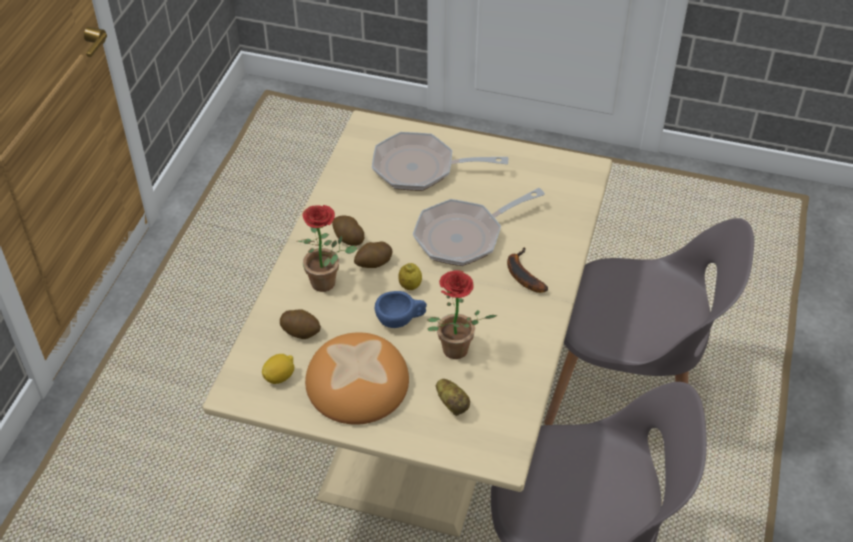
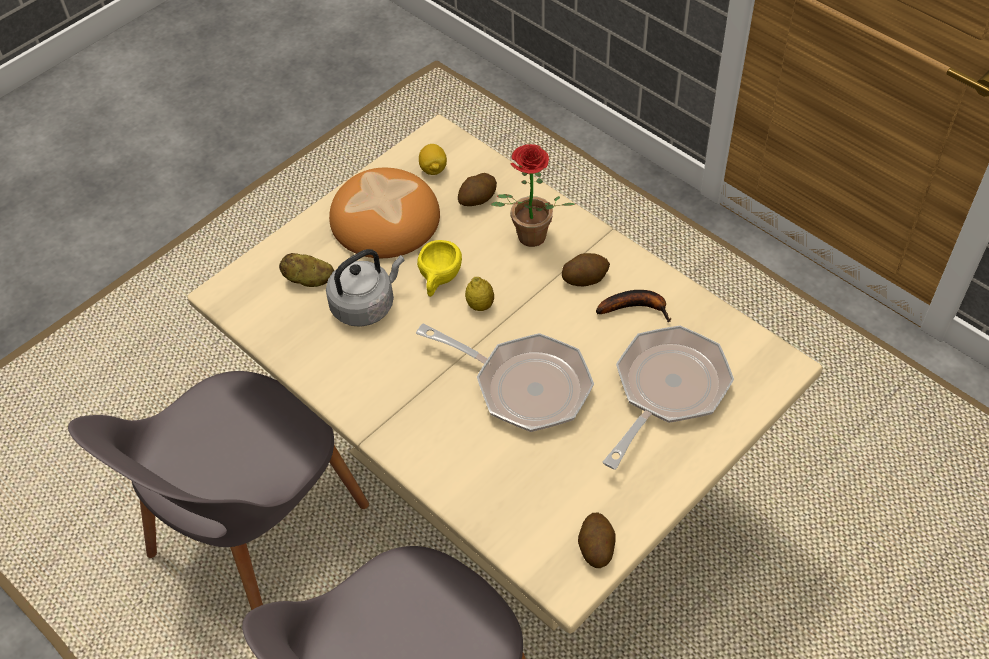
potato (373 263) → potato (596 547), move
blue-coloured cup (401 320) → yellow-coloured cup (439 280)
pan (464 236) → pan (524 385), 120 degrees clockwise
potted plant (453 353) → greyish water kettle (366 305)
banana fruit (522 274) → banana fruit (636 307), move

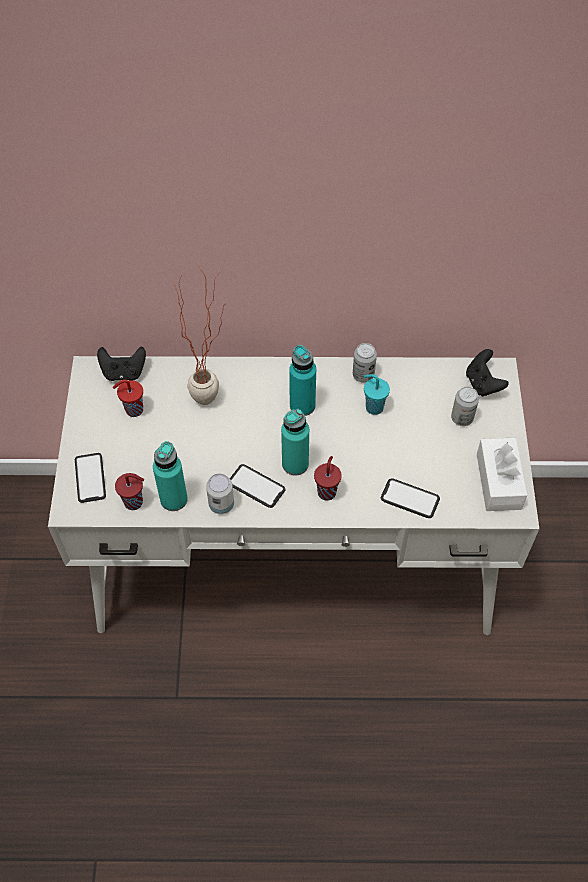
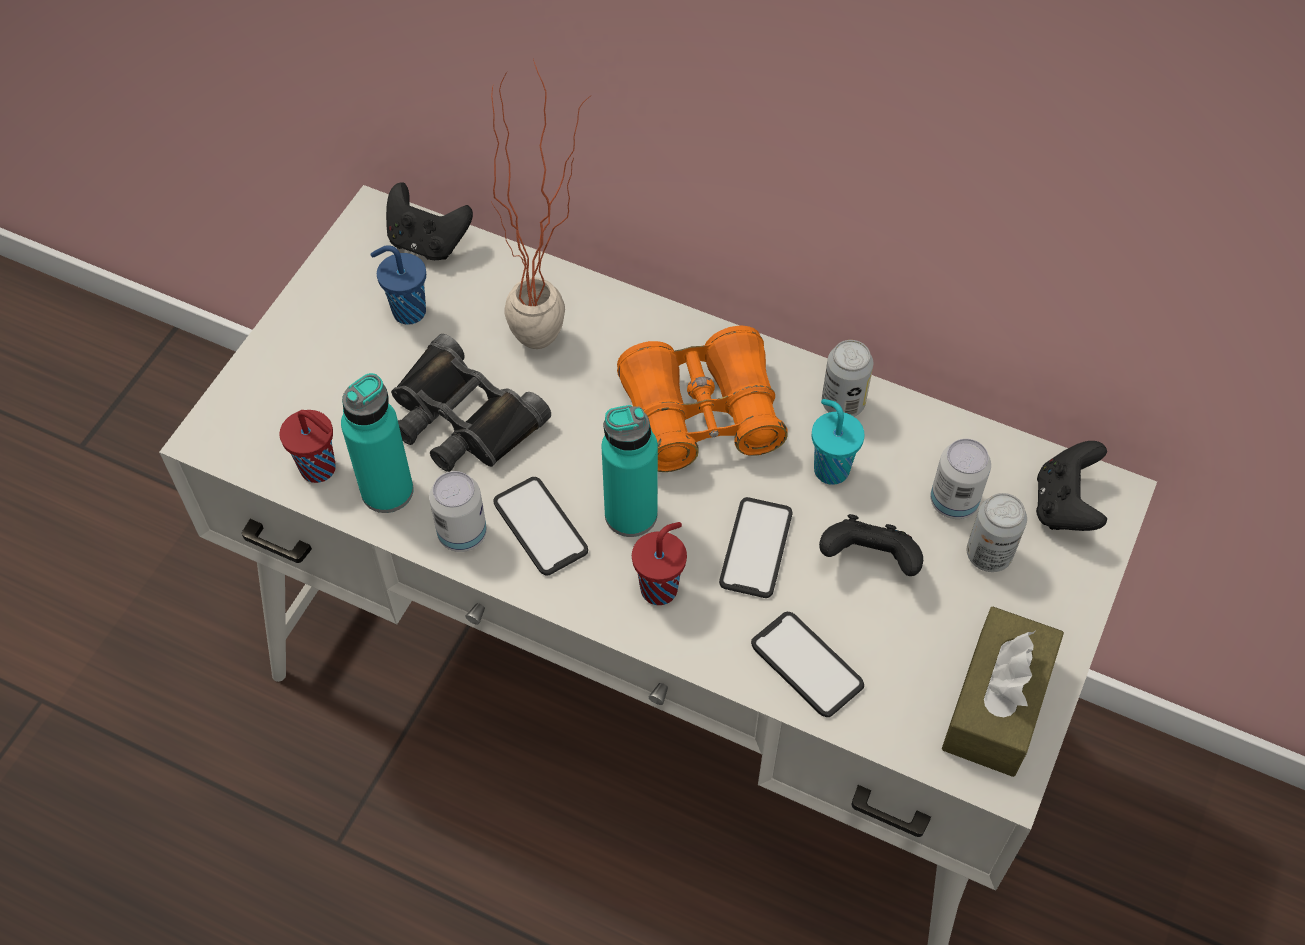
handset (90 478) → handset (756 548), move
red-coloured cup (133 410) → blue-coloured cup (407 311)
blue-green beverage bottle (302 405) → orange-coloured field glasses (701 415)
white-coloured tissue holder (498 481) → brown-coloured tissue holder (997 703)
- → blackish field glasses (461 418)
- → blackish joypad (869 560)
- → metal can (953 501)

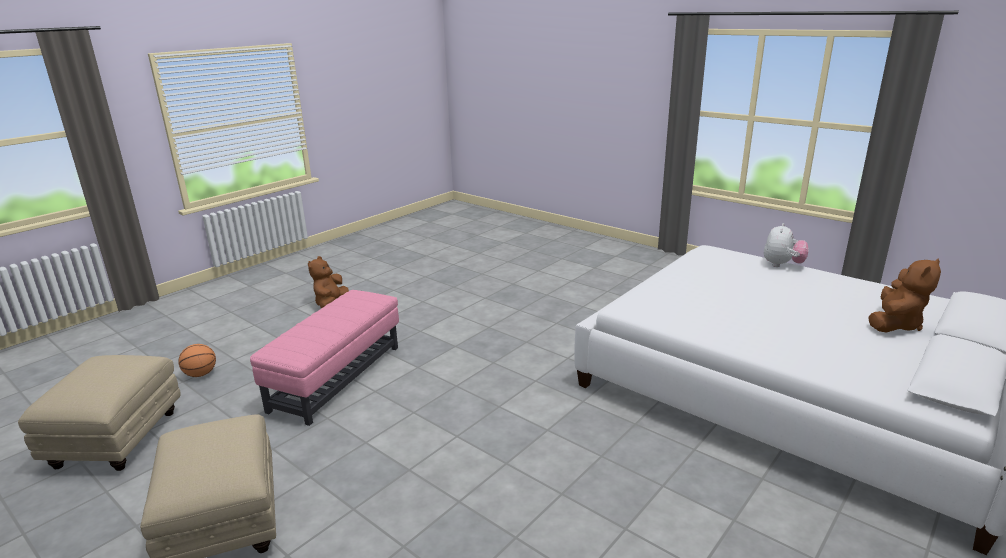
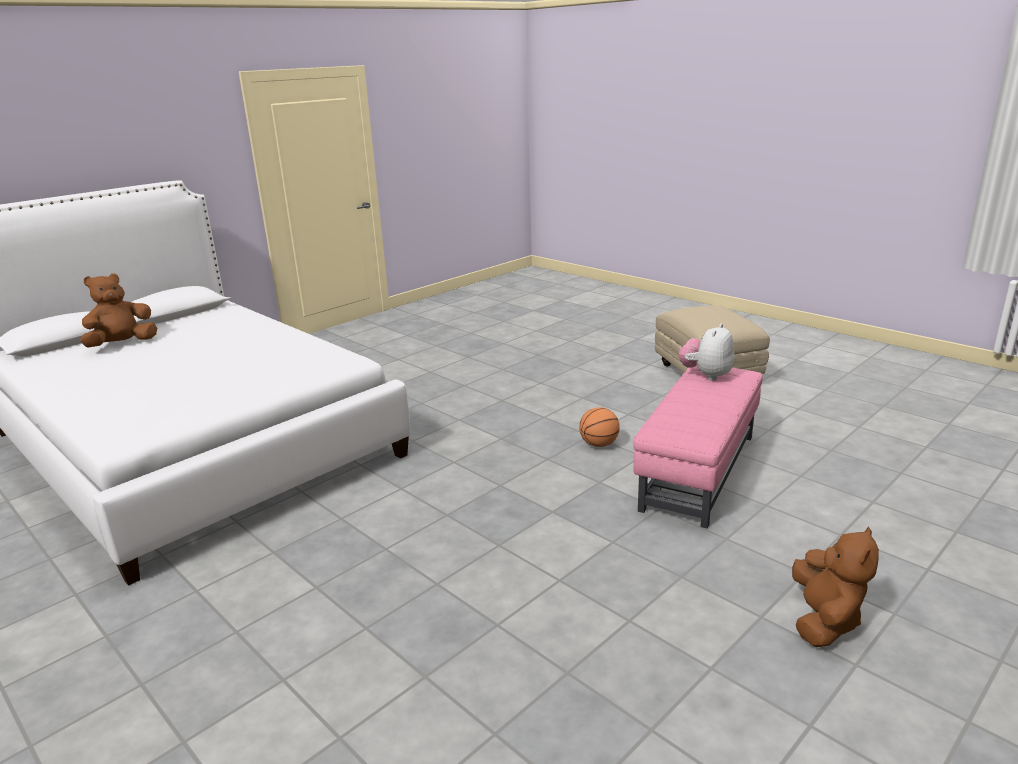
beige footrest (118 439) → -
basketball ball (200 374) → basketball ball (599 444), move
soft toy (782 265) → soft toy (706 375), move

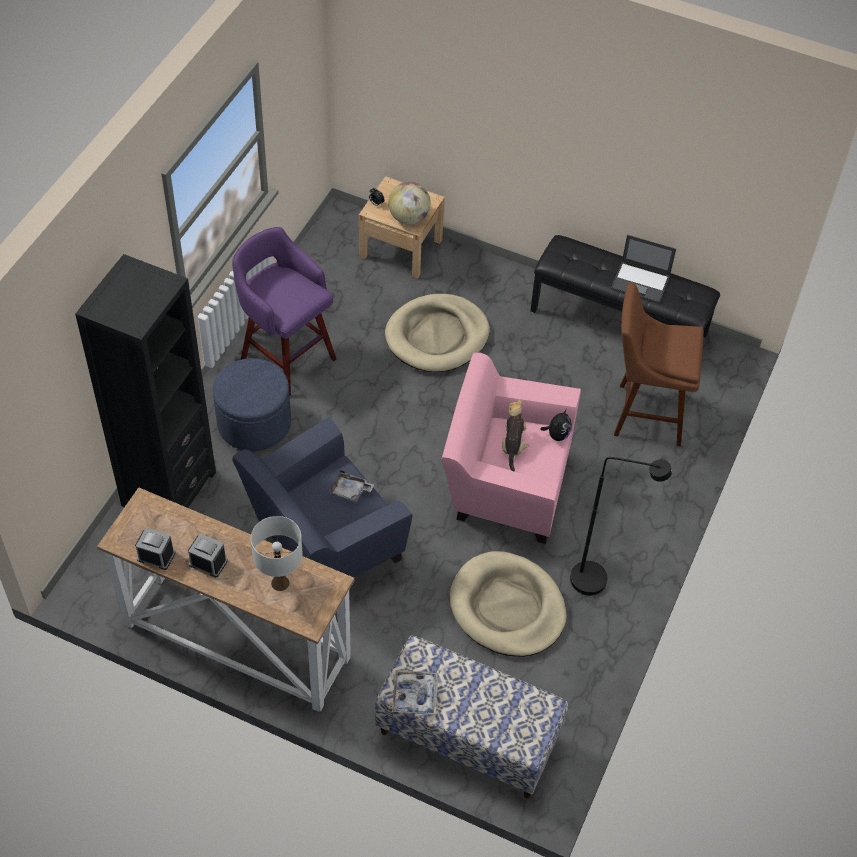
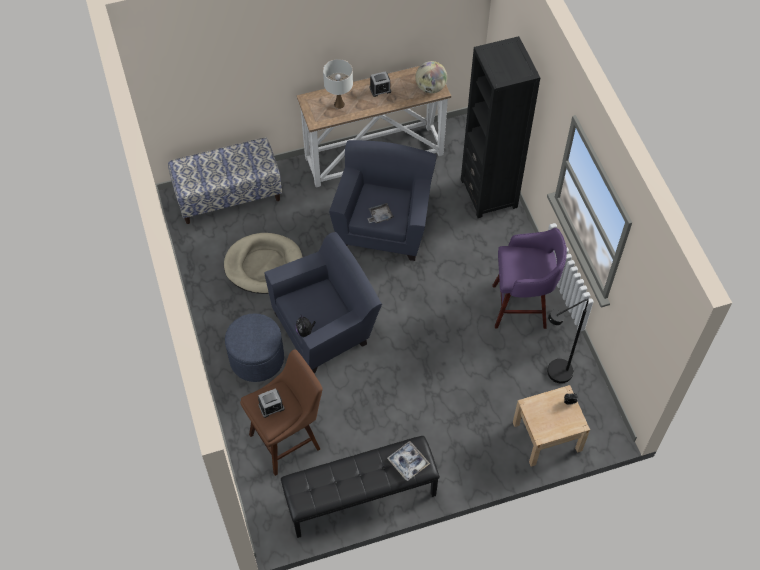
alarm clock (156 556) → alarm clock (271 407), move
blue-coloured footrest (254 423) → blue-coloured footrest (257 358), move
beige dog bed (437 336) → -
globe (409 218) → globe (430 88), move
carrying tray (415 695) → carrying tray (408 462), move
pink lounge chair (504 486) → blue-coloured lounge chair (326 327)
soft toy (513 445) → -
blackish standing lamp (599 580) → blackish standing lamp (554 376), move
laptop (641 282) → -

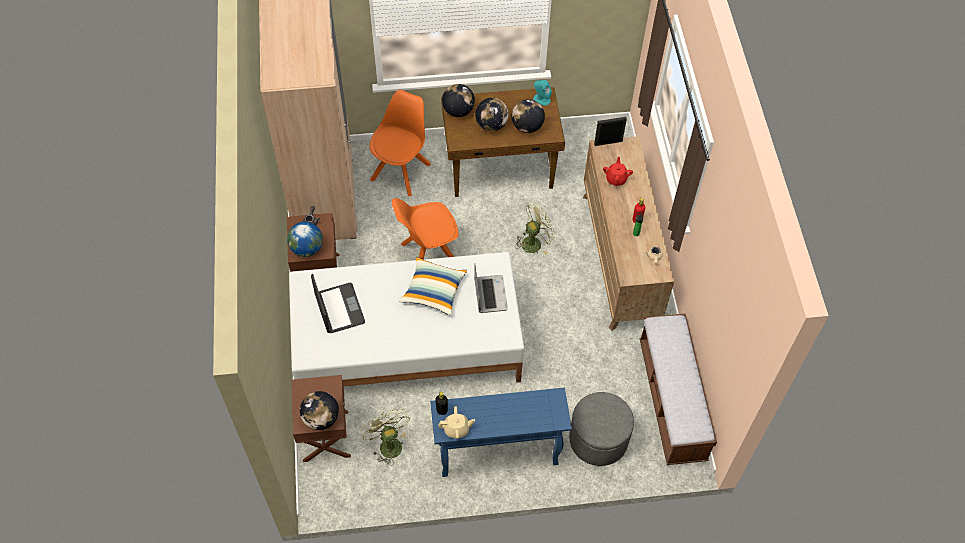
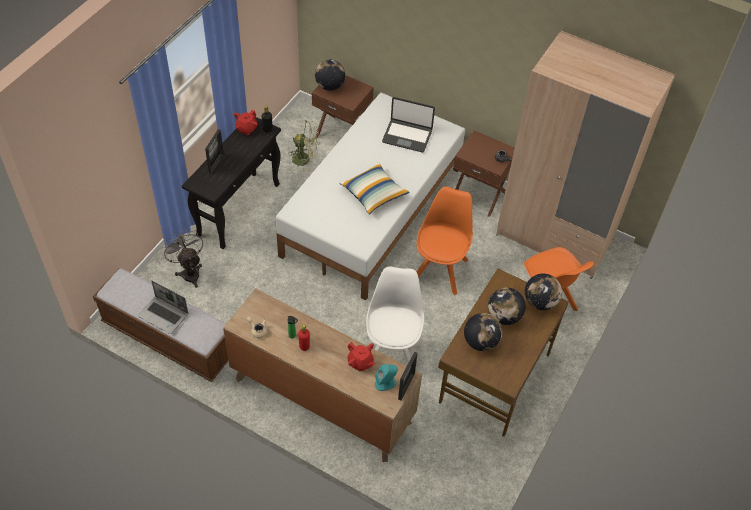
globe (307 249) → -
blue-coloured console table (497 454) → blackish console table (239 209)
beige tea pot (456 429) → red-coloured tea pot (246 129)
laptop (489 294) → laptop (164 315), move
green-coloured electric fan (534 242) → white-coloured upright chair (392 349)
blue-green audio speaker (541 99) → blue-green audio speaker (385 383), move
greyish footrest (598 439) → greyish electric fan (189 272)
- → standing frame (216 163)

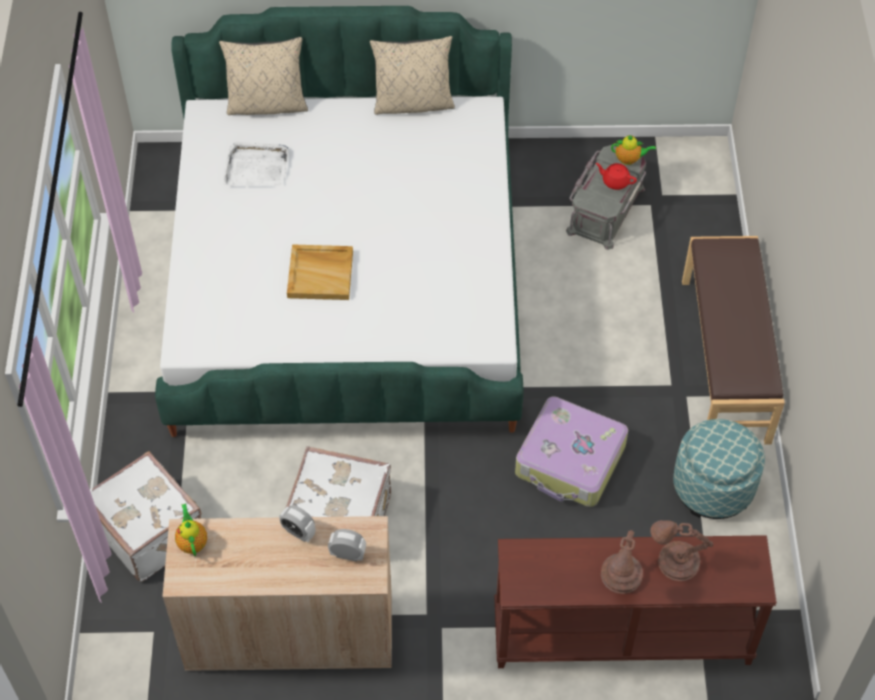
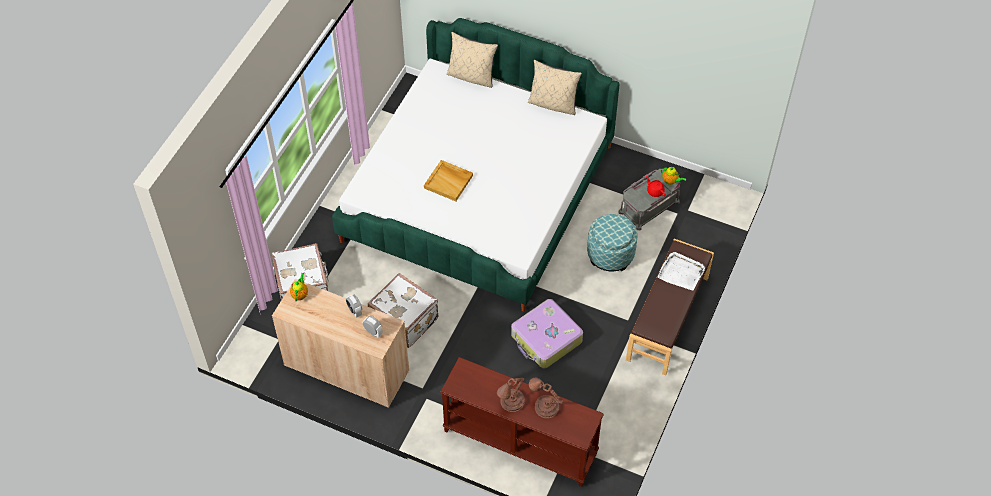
white-coloured carrying tray (256 167) → white-coloured carrying tray (681 272), move
footrest (713 487) → footrest (610 254), move

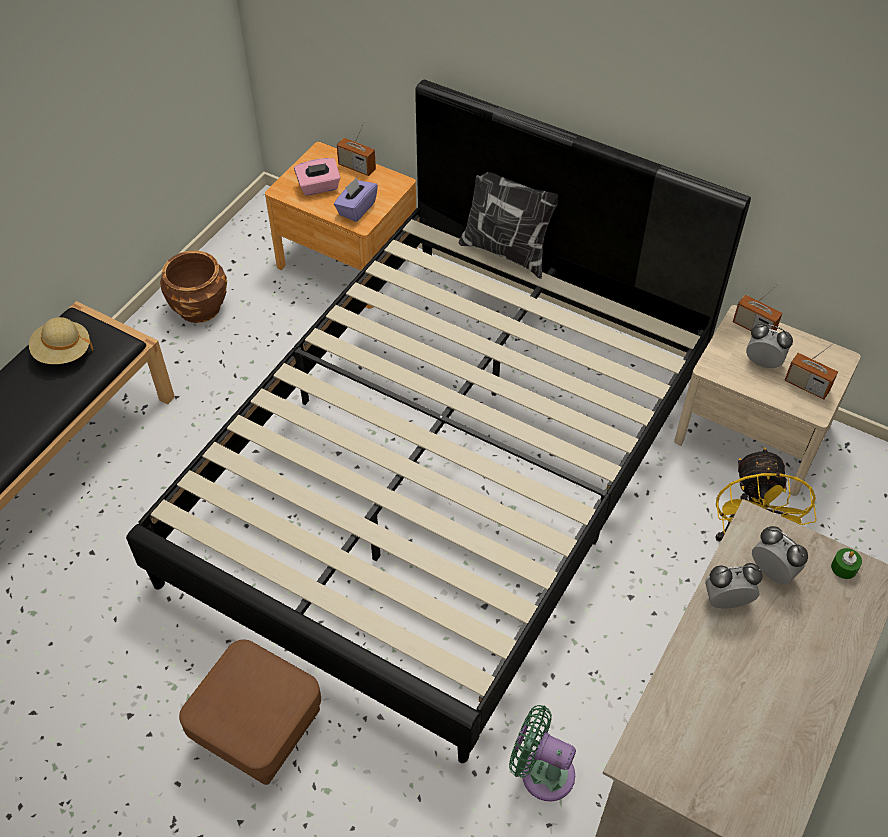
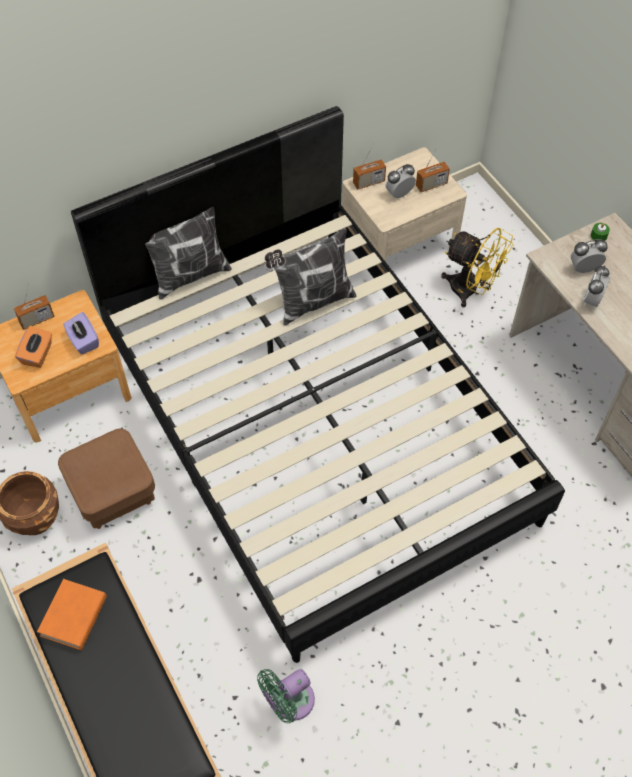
beige clothing hat (63 352) → orange-coloured volume (74 616)
brown-coloured footrest (259 730) → brown-coloured footrest (113 493), move
pink tissue holder (319 187) → orange-coloured tissue holder (38 354)
green-coloured electric fan (542 772) → green-coloured electric fan (289 702), move
- → cushion (312 302)

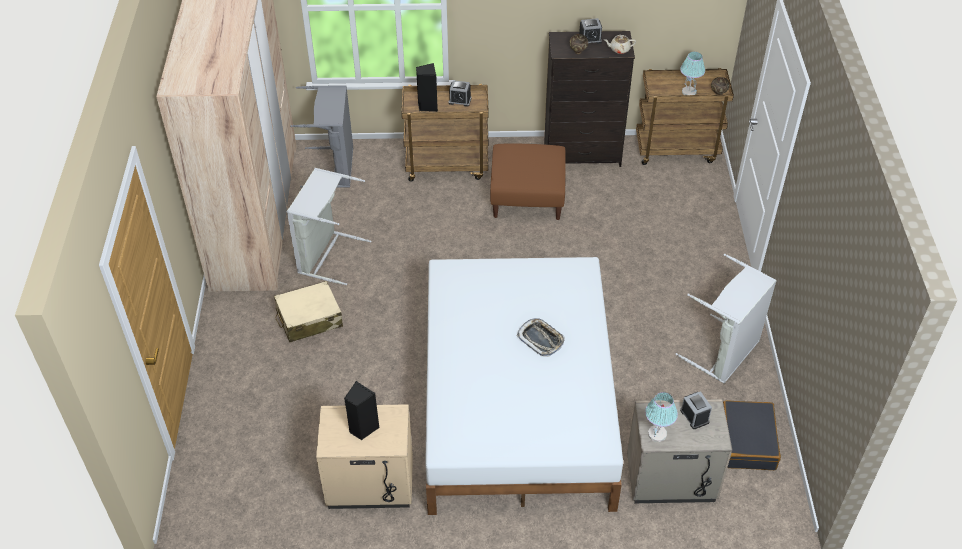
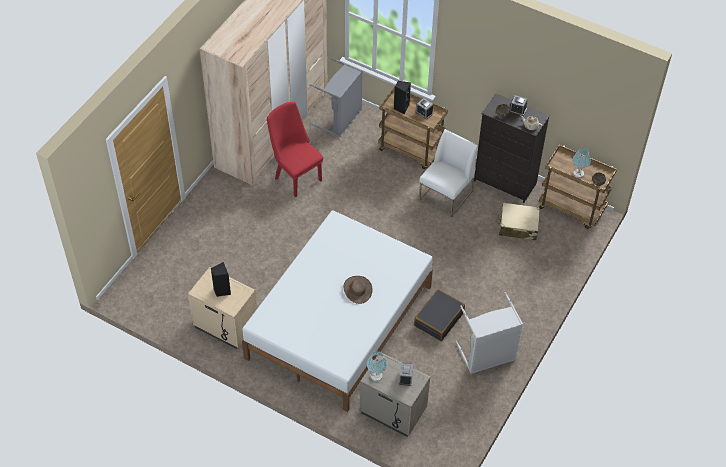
beige travel case (309 319) → beige travel case (518 226), move
greyish washing basket (327 255) → red-coloured upright chair (295 176)
brown-coloured footrest (527 197) → white-coloured upright chair (446 195)
carrying tray (541 339) → brown-coloured clothing hat (358 289)
blackish travel case (747 441) → blackish travel case (438 319), move

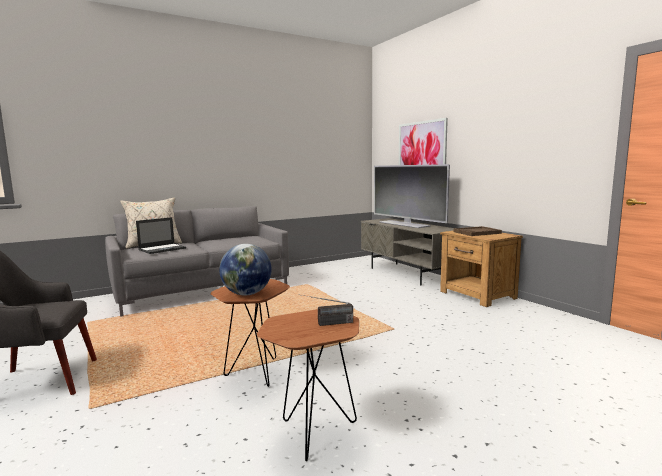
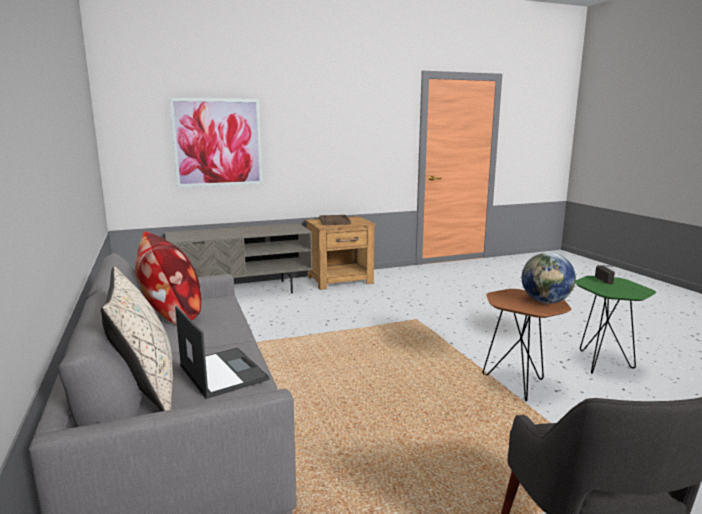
brown-coloured accent table (312 434) → green-coloured accent table (602 365)
television (404 224) → -
- → cushion (171 313)

